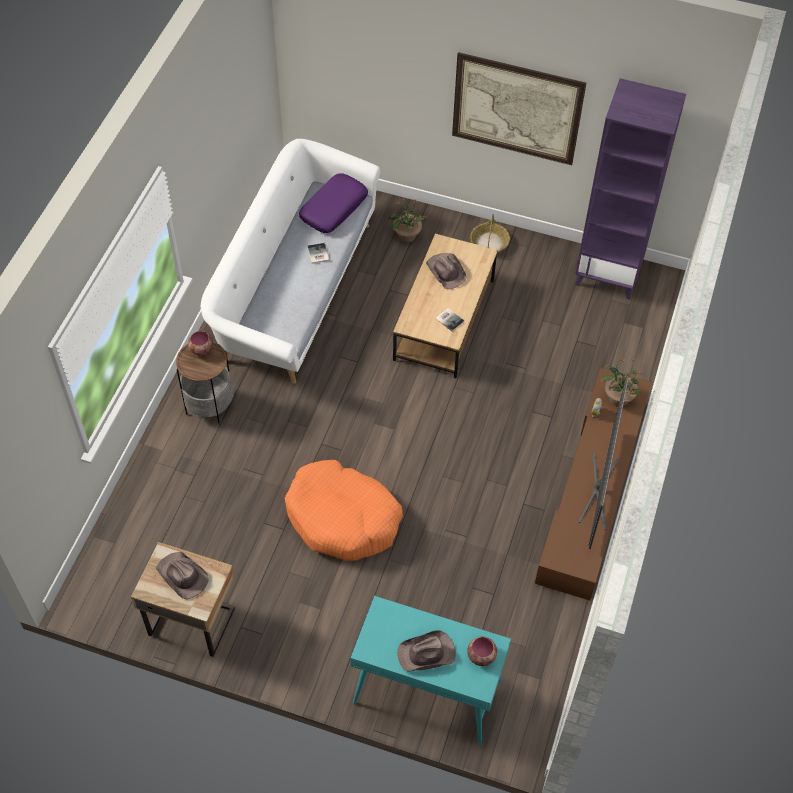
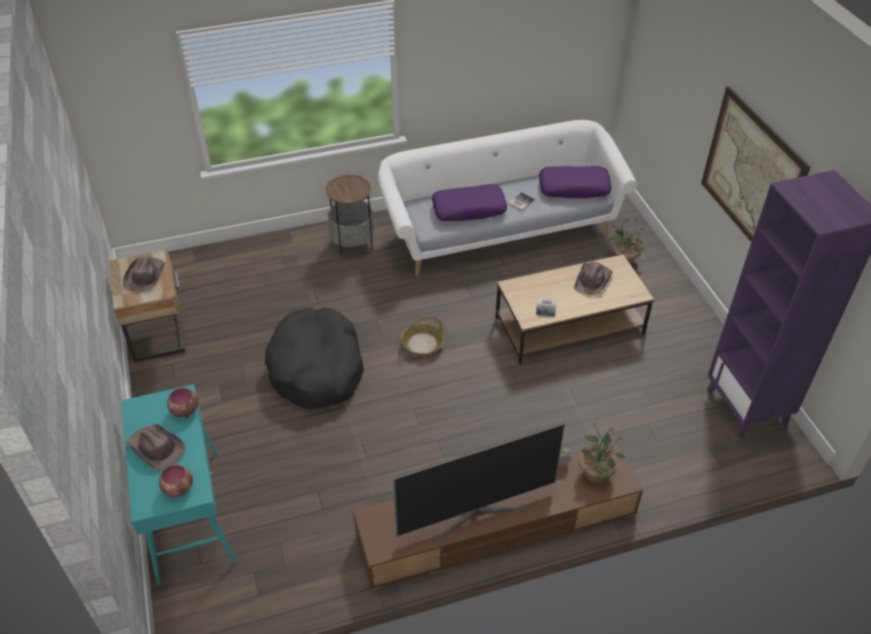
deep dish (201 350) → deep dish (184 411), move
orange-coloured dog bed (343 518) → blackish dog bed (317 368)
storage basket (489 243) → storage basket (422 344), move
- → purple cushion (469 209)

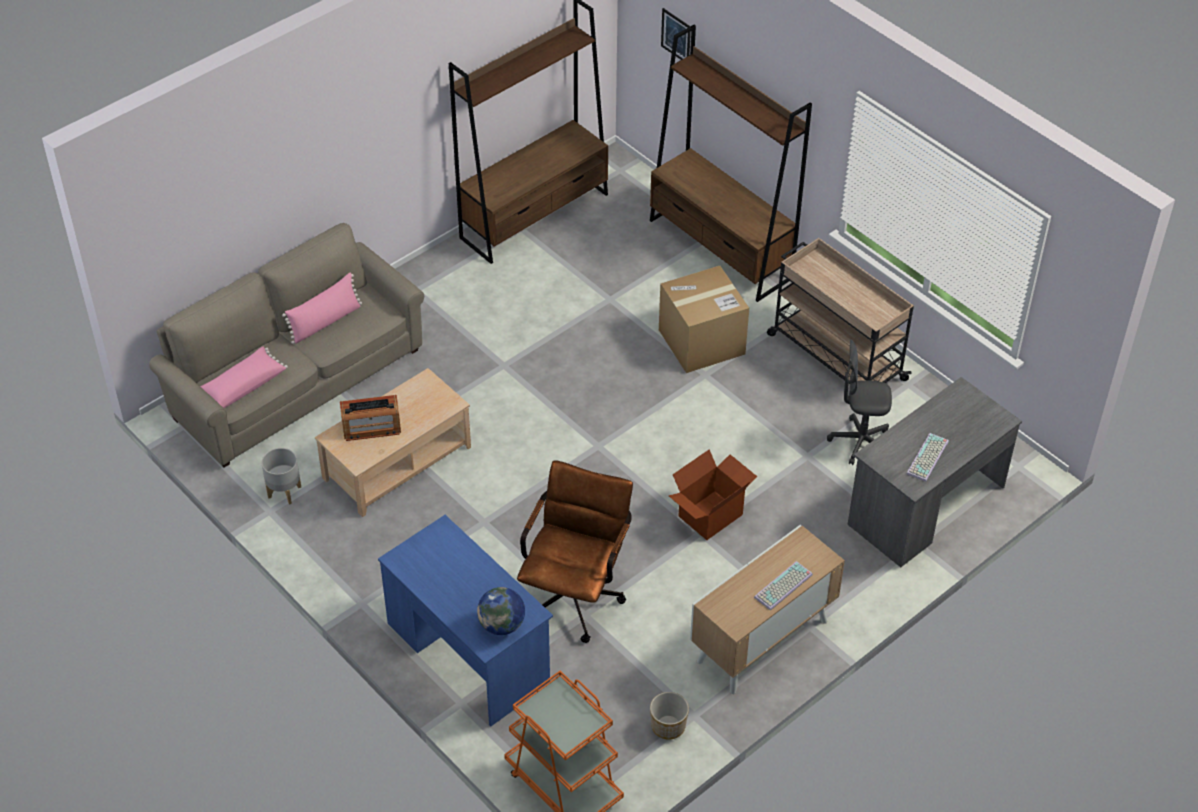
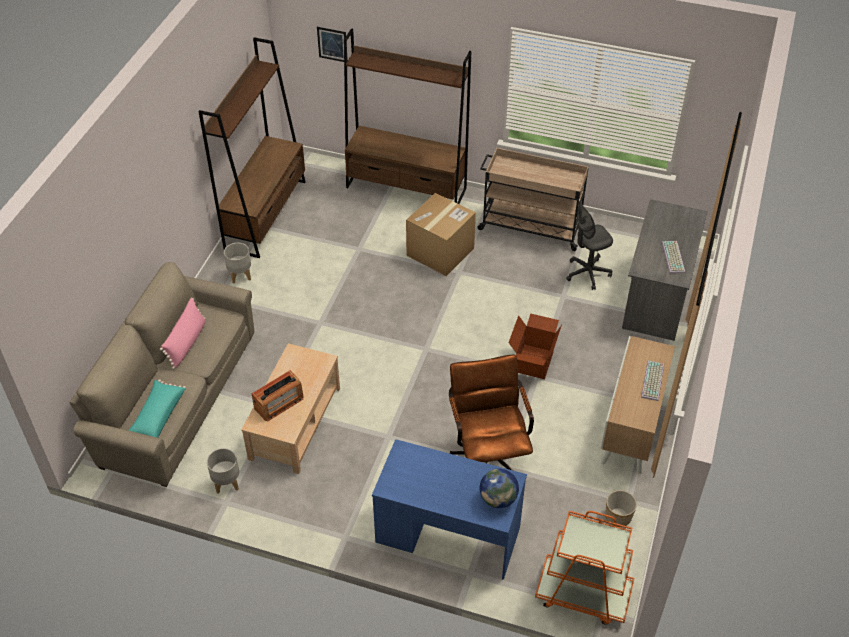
pink cushion (242 386) → blue-green cushion (157 417)
- → greyish plant pot (240 275)

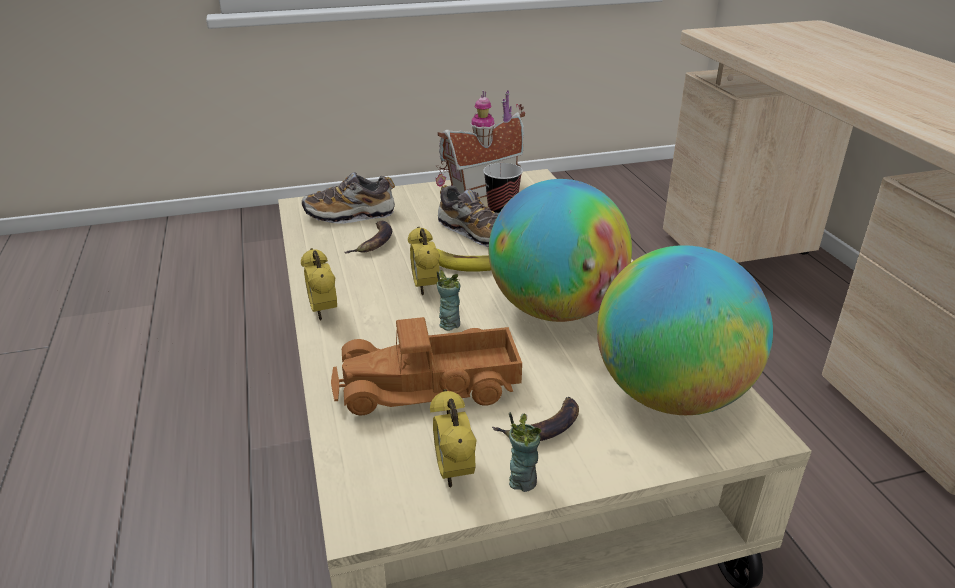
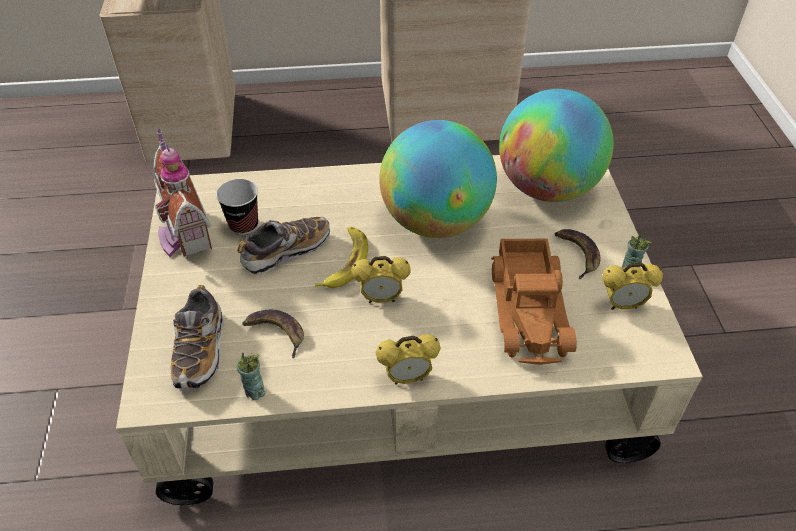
cup (449 324) → cup (254 391), move

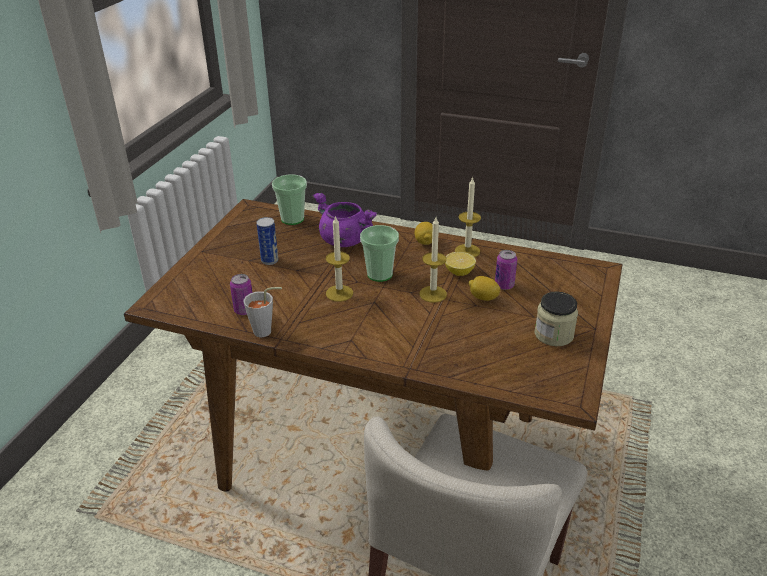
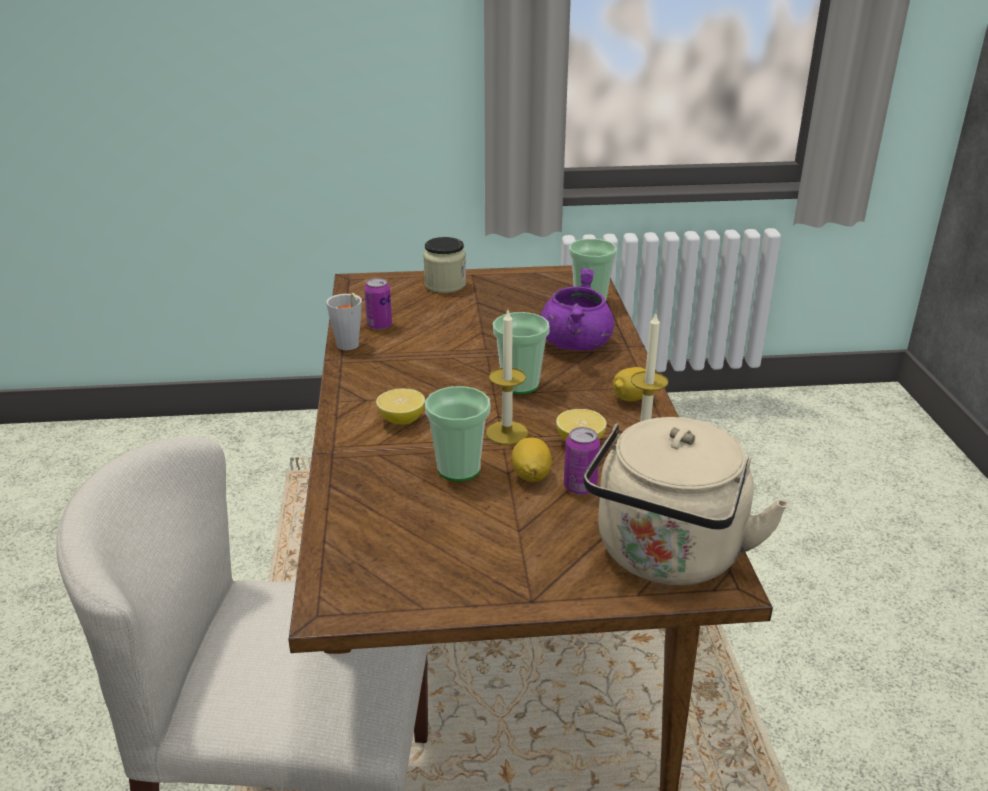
metal can (269 260) → -
wax light (339 293) → -
storage jar (553 334) → storage jar (445 285), move
- → citrus fruit (401 420)
- → cup (459 469)
- → beige water kettle (667 557)

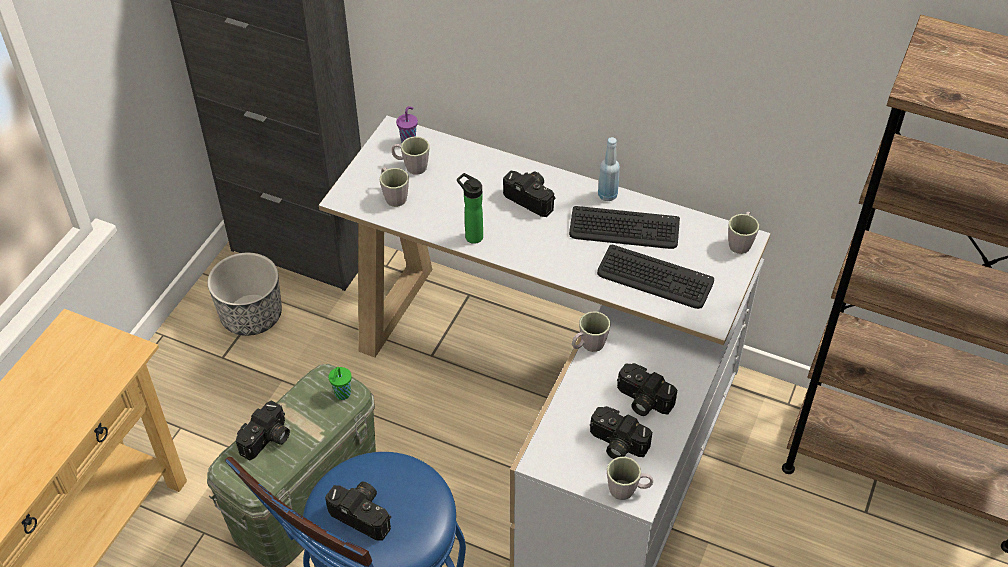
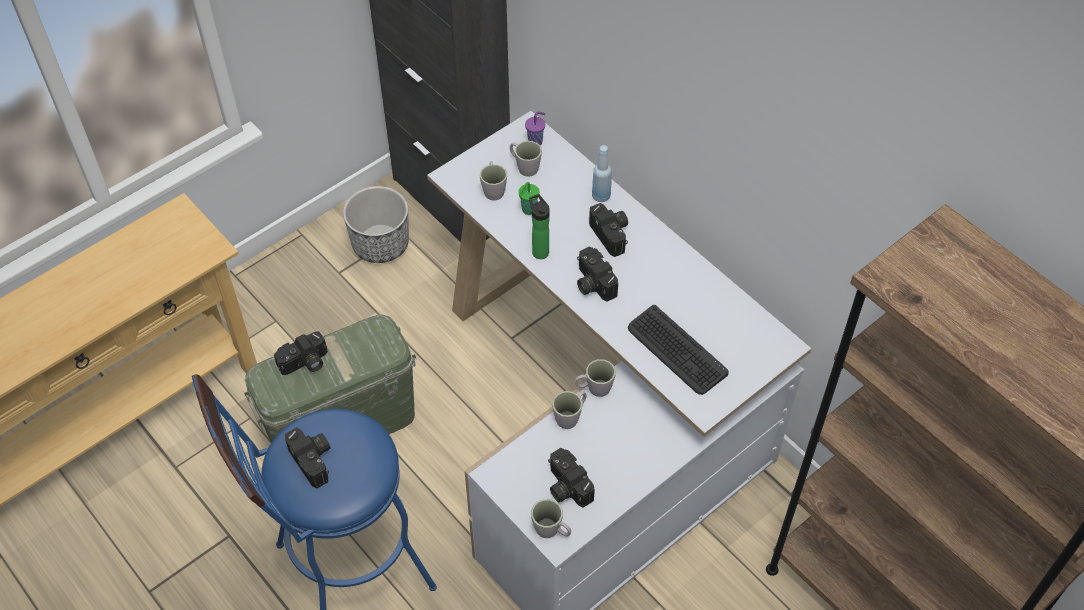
green-coloured cup (342 394) → green-coloured cup (528 210), move
PC keyboard (624 229) → -
blue-coloured beverage bottle (607 195) → blue-coloured beverage bottle (601 196), move
still camera (642 401) → still camera (592 283), move
greyish mug (740 242) → greyish mug (570 416), move

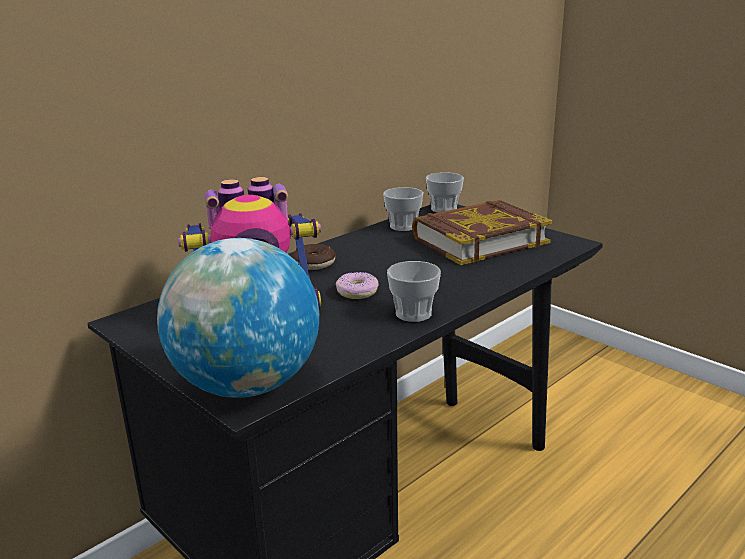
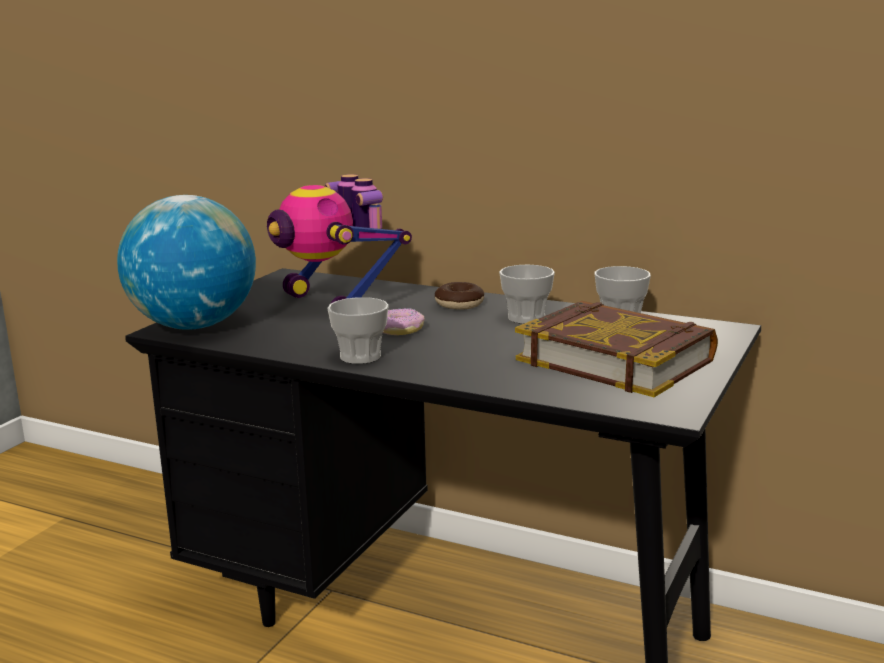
cup (444 209) → cup (526 318), move

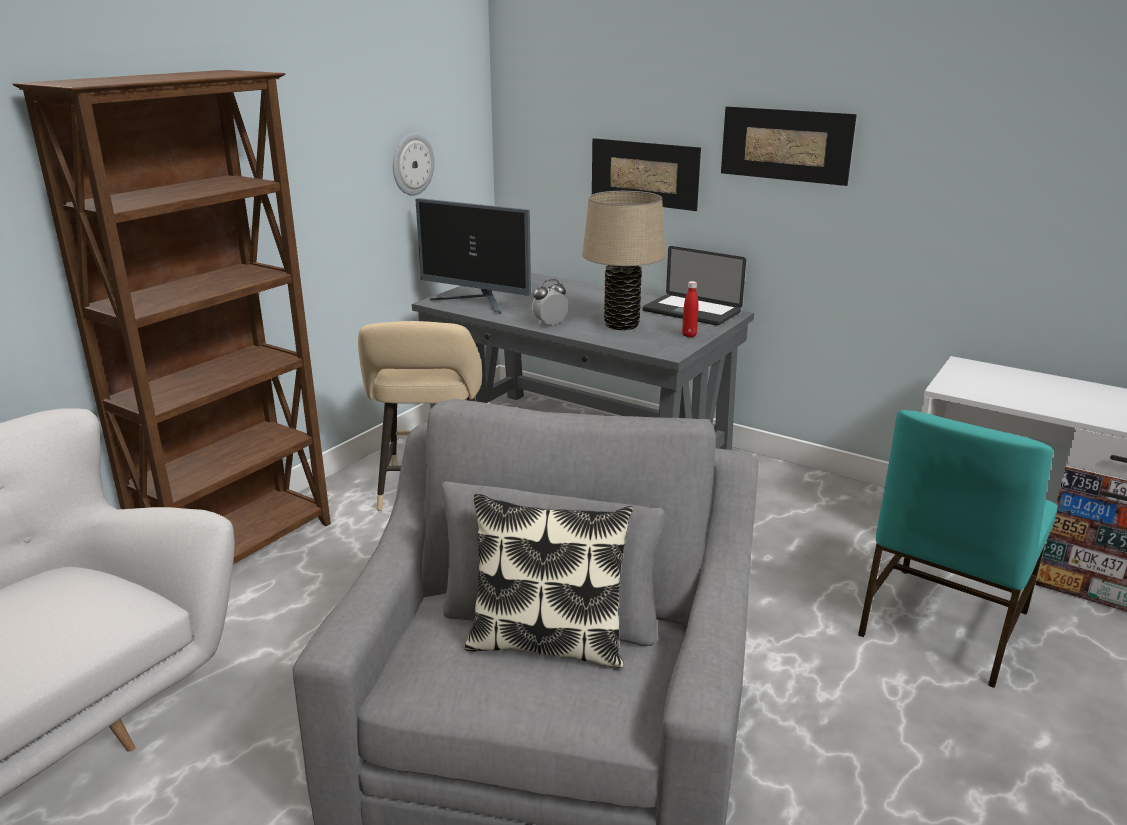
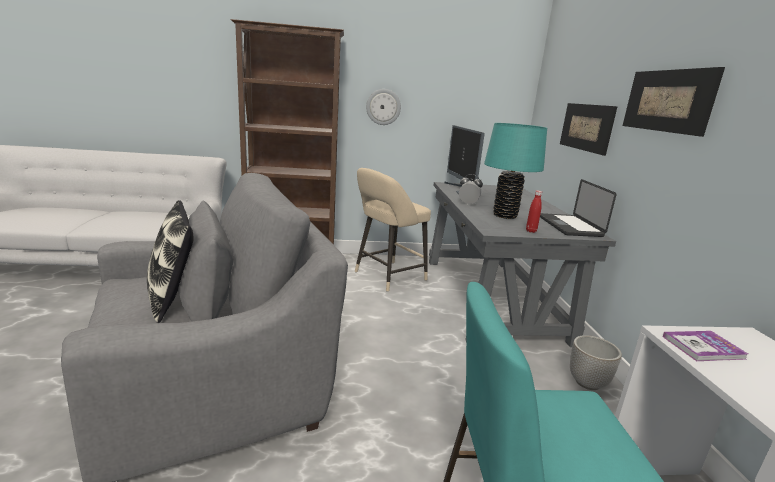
wall clock (412 164) → wall clock (383 107), move
beige tabletop lamp (621 325) → blue-green tabletop lamp (505 215)
- → plant pot (587 382)
- → volume (703 347)

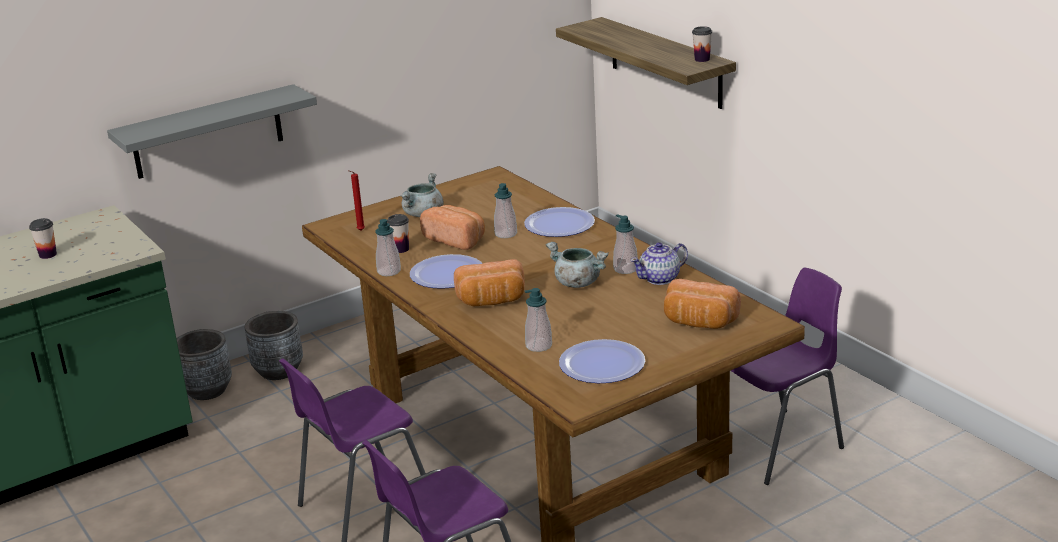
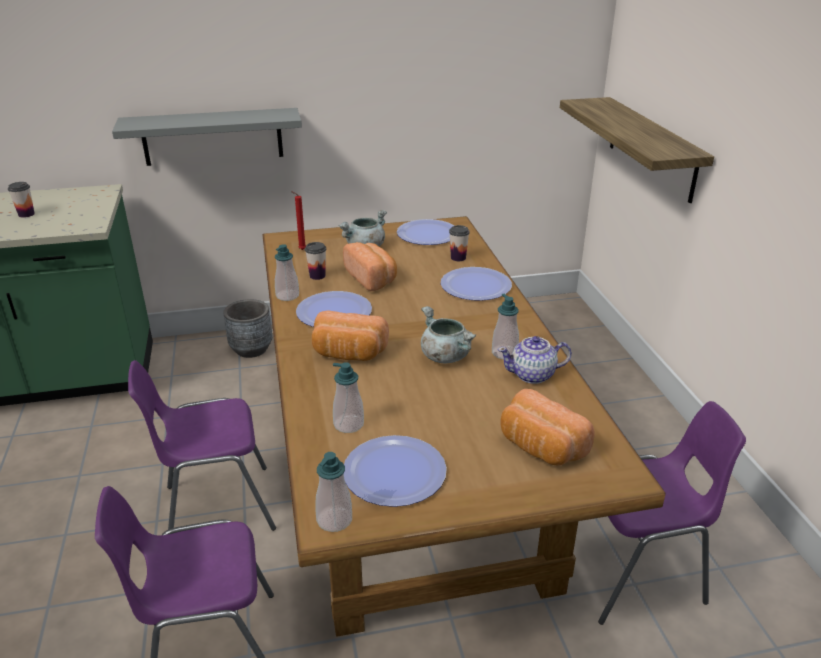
greyish plant pot (207 390) → -
soap dispenser (506 234) → soap dispenser (334 520), move
cup (702 59) → cup (458 258), move
- → flat dish (428 234)

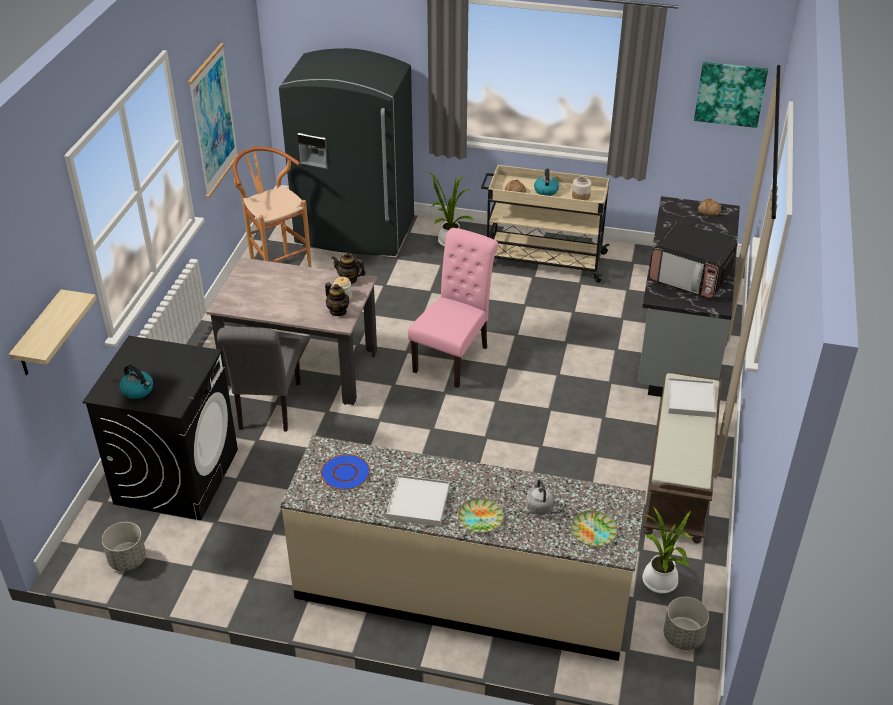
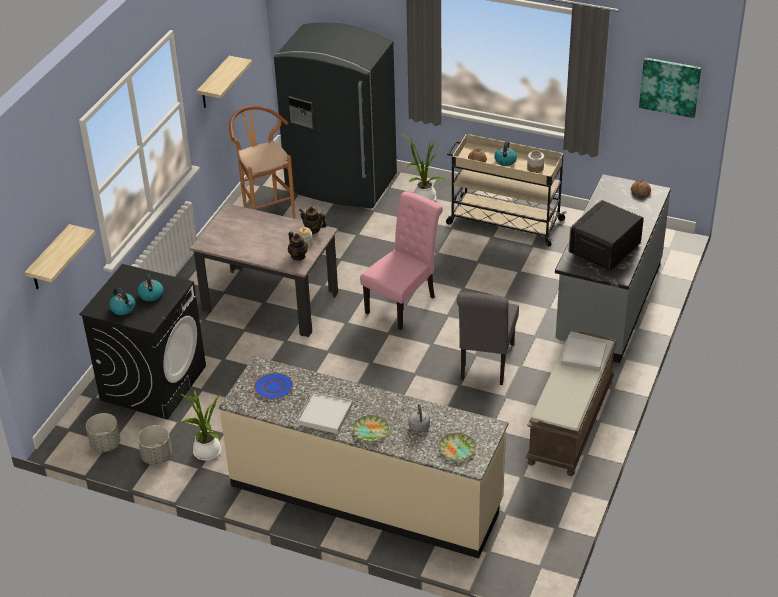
wall art (213 121) → shelf (214 83)
greyish upright chair (268 409) → greyish upright chair (485 364), move
potted plant (660 583) → potted plant (207 453), move
microwave (690 277) → microwave (604 249), 90 degrees clockwise
greyish plant pot (682 637) → greyish plant pot (156 457), move
- → water kettle (151 294)

